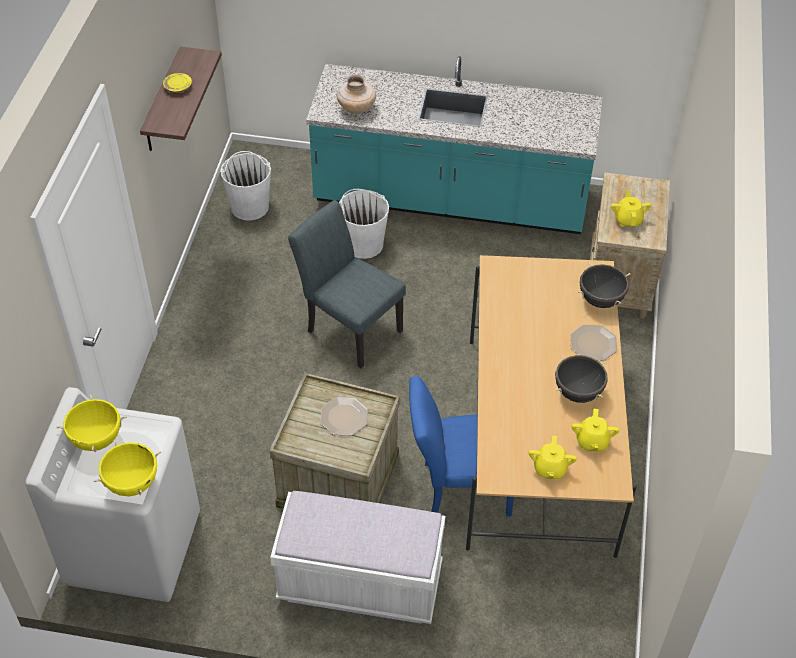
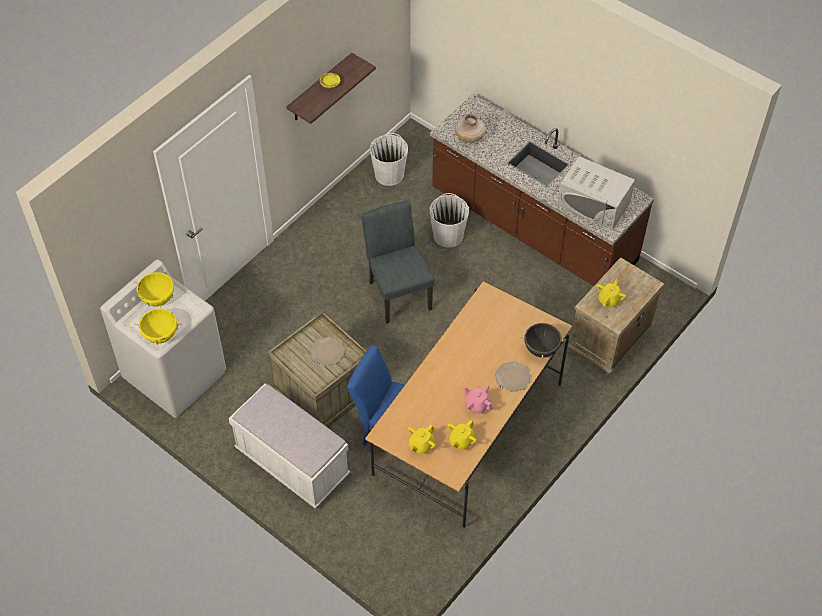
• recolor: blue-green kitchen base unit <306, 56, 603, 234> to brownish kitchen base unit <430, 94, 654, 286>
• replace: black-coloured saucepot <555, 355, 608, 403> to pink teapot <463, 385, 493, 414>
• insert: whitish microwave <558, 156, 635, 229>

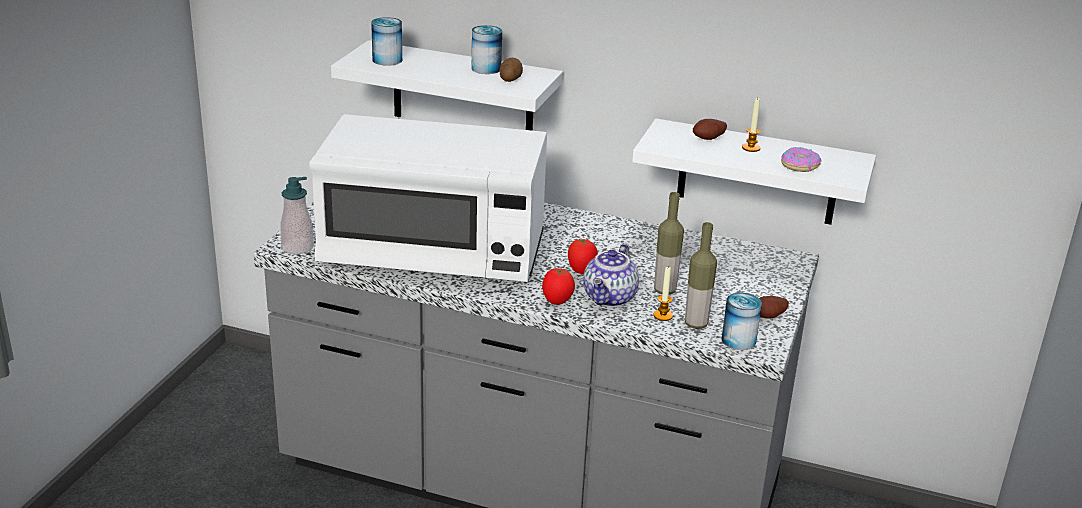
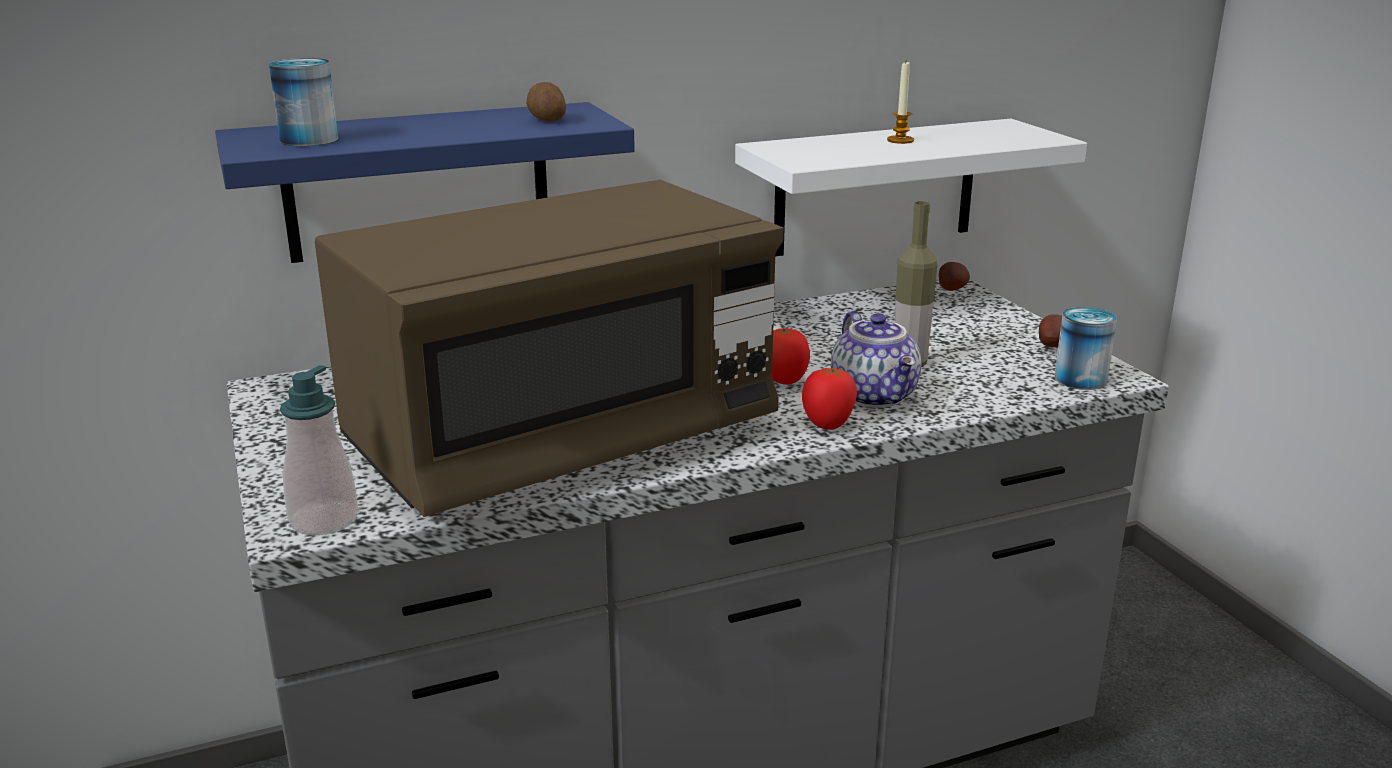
• recolor: whitish microwave <309, 114, 547, 282> to brownish microwave <315, 180, 784, 517>
• recolor: whitish bracket shelf <331, 40, 563, 131> to bluish bracket shelf <215, 102, 635, 263>
• delete: can <472, 25, 502, 74>
• delete: wax light <654, 267, 673, 321>
• delete: bottle <685, 222, 717, 329>
• move: spud <693, 119, 727, 140> to <939, 262, 970, 291>
• delete: ring doughnut <781, 147, 821, 172>

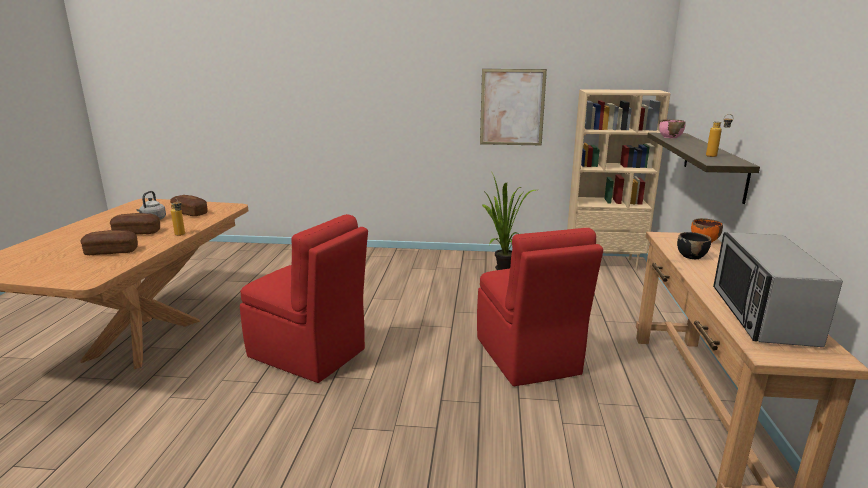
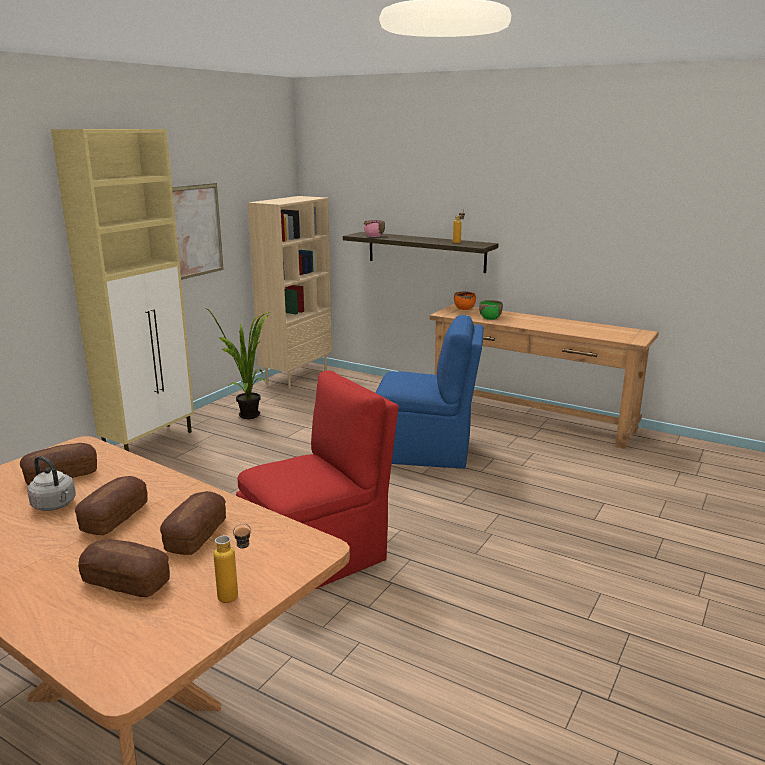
• move: bottle <171, 198, 185, 236> to <213, 523, 251, 603>
• recolor: red upright chair <477, 228, 603, 386> to bluish upright chair <376, 315, 484, 469>
• recolor: black-coloured bowl <677, 232, 711, 259> to green bowl <479, 300, 503, 320>
• delete: microwave <713, 232, 843, 347>
• insert: sand-coloured cupboard <51, 129, 194, 451>
• insert: bakery bread <78, 539, 170, 597>

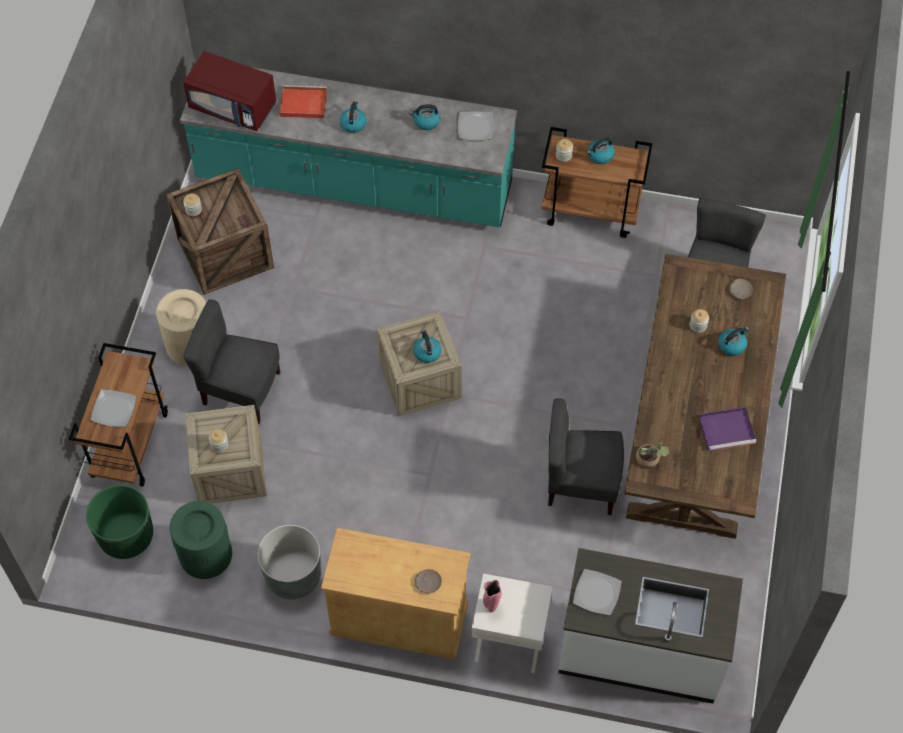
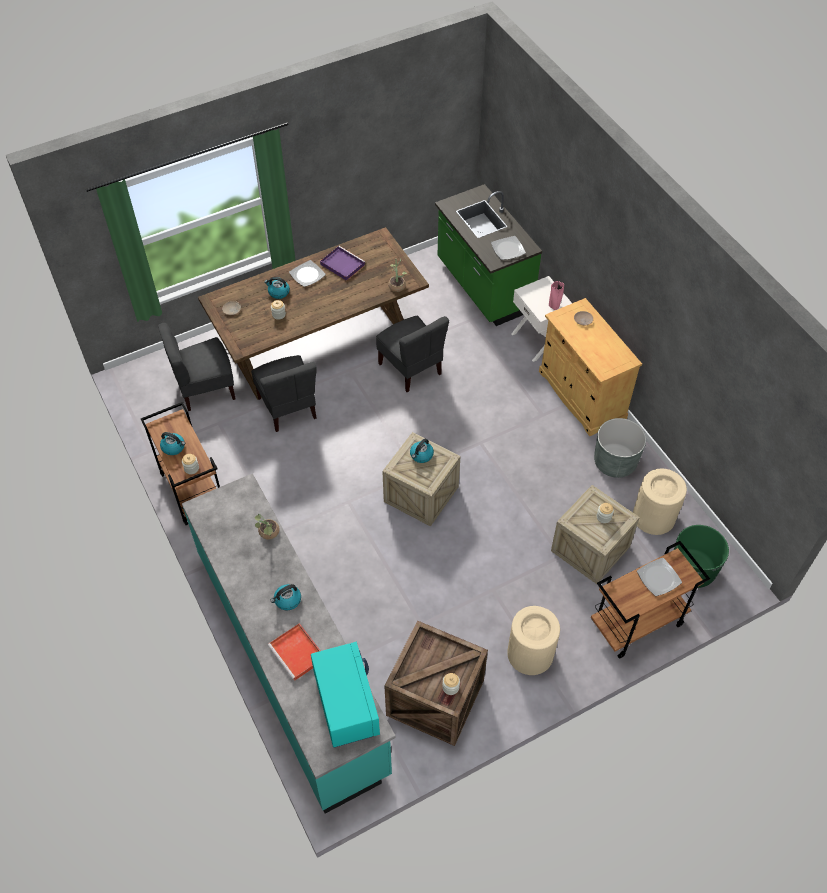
• recolor: green rubbish bin <170, 501, 232, 579> to sand-coloured rubbish bin <633, 469, 687, 535>
• recolor: red microwave <183, 51, 277, 131> to blue-green microwave <311, 642, 380, 748>
• move: grey upright chair <183, 299, 280, 423> to <251, 355, 317, 432>
• delete: tea kettle <409, 104, 441, 130>
• move: plate <458, 112, 495, 141> to <289, 260, 326, 287>
• recolor: whitish kitchen base unit <558, 548, 743, 703> to green kitchen base unit <435, 184, 542, 326>
• insert: plant in a pot <255, 513, 280, 540>

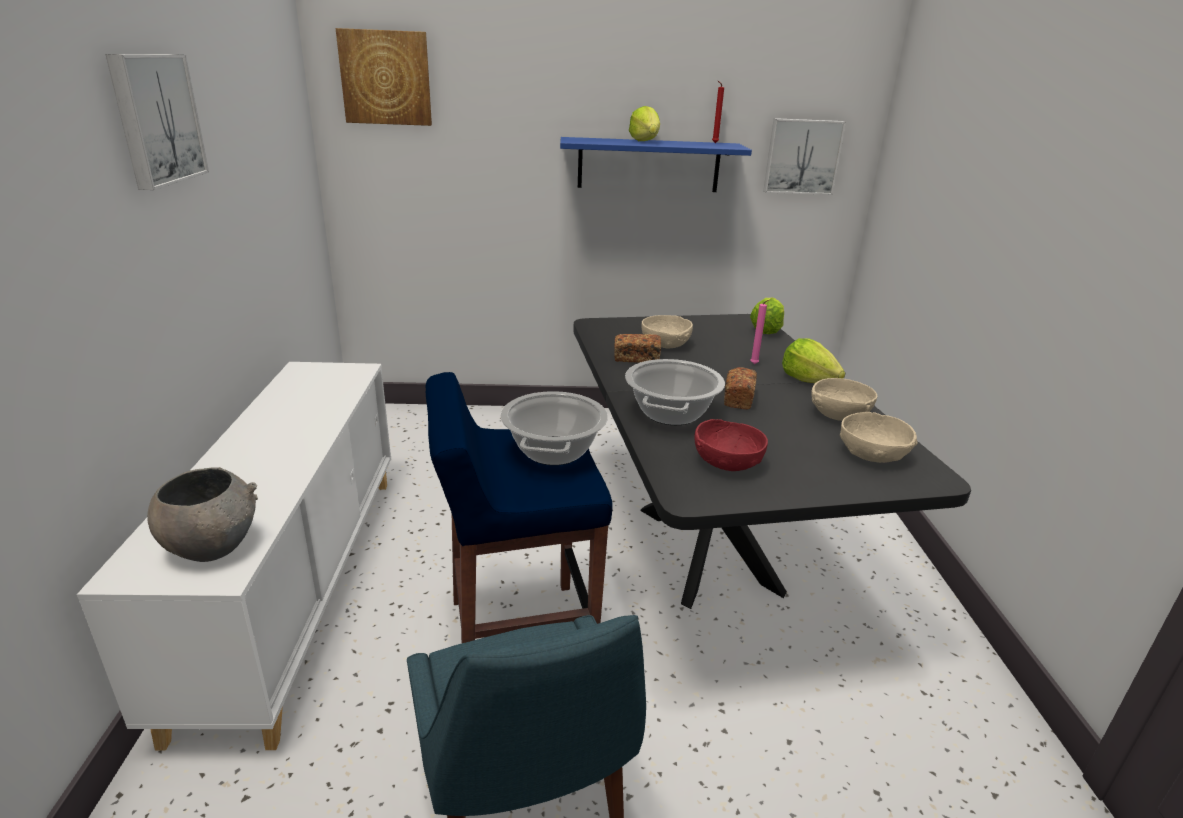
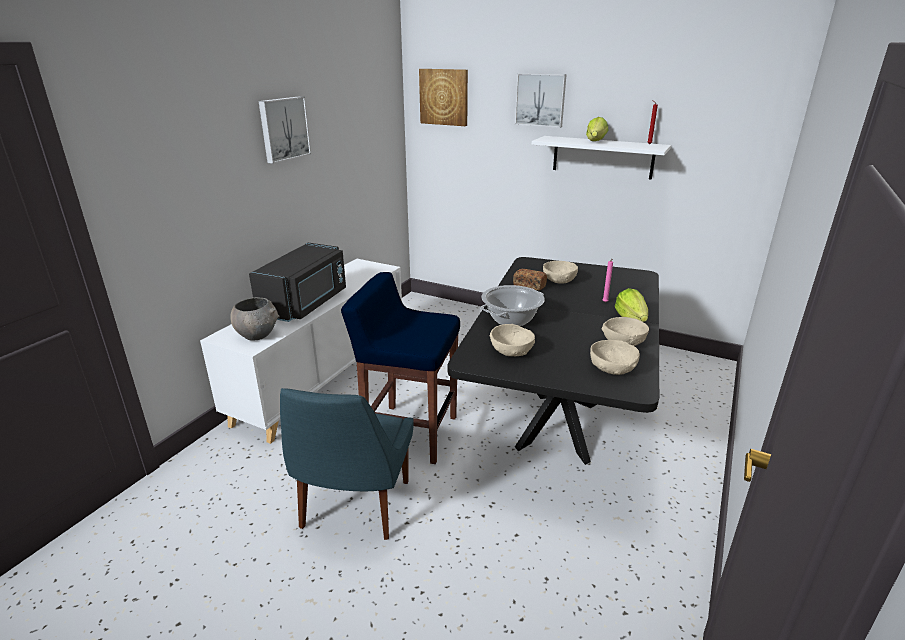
• delete: saucepot <500, 391, 608, 465>
• recolor: bluish bracket shelf <560, 137, 752, 192> to whitish bracket shelf <532, 136, 671, 180>
• recolor: red bowl <694, 419, 768, 471> to sand-coloured bowl <489, 324, 535, 356>
• delete: bakery bread <724, 367, 757, 410>
• delete: lettuce head <750, 298, 784, 334>
• move: wall art <763, 118, 846, 195> to <515, 73, 567, 128>
• insert: black-coloured microwave <249, 243, 346, 322>

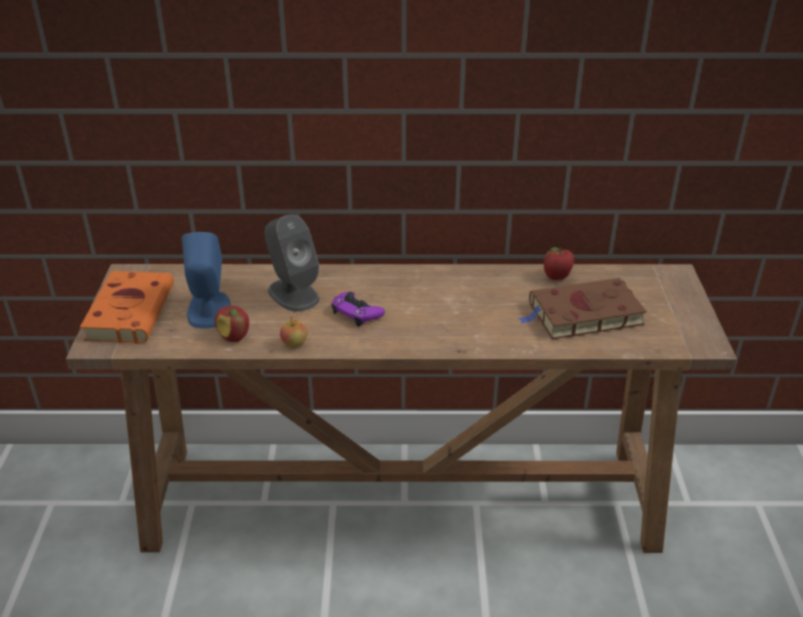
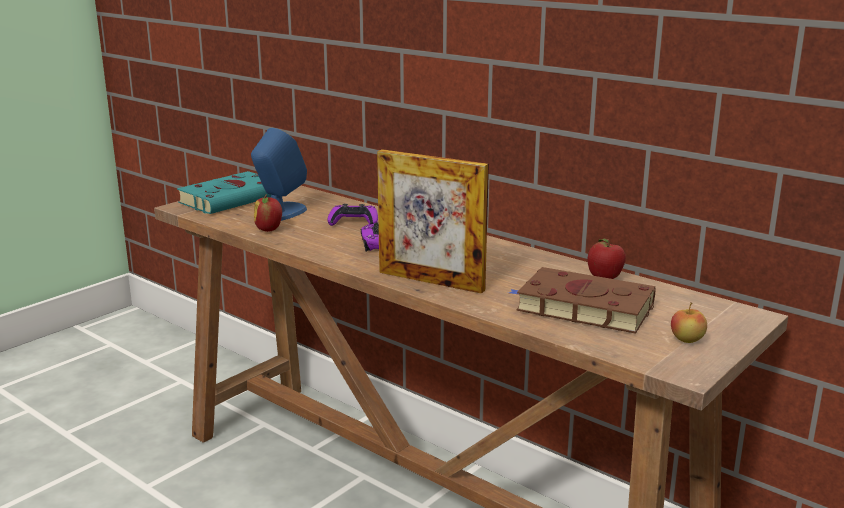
• recolor: orange bound book <80, 271, 174, 343> to blue-green bound book <177, 171, 271, 214>
• replace: grey audio speaker <265, 215, 320, 312> to purple gamepad <328, 204, 378, 226>
• move: whole apple <280, 317, 308, 348> to <671, 302, 707, 343>
• insert: photo frame <377, 149, 489, 294>

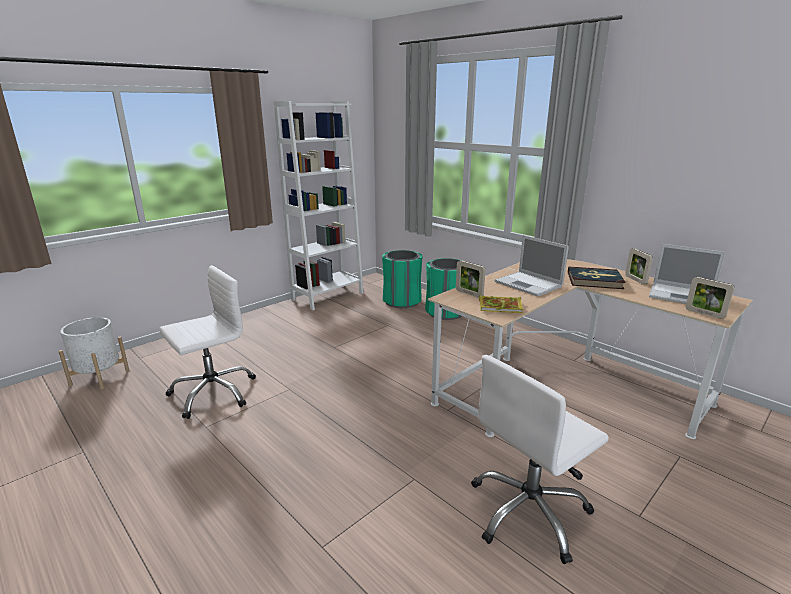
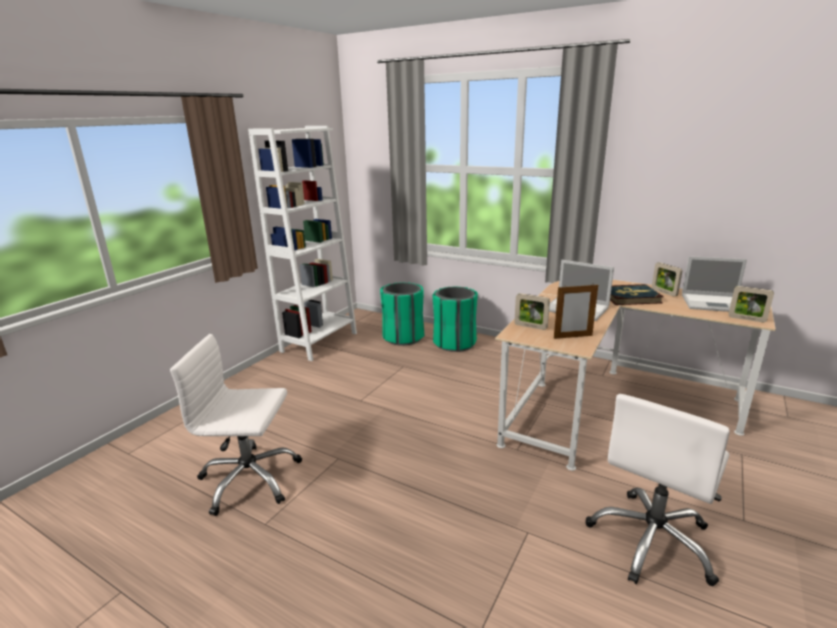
• delete: whitish flower pot <58, 317, 129, 390>
• rotate: whitish desk chair <159, 265, 256, 419> = <170, 334, 302, 516> 120 degrees counterclockwise
• replace: bound book <479, 295, 523, 313> to photo frame <554, 285, 598, 339>

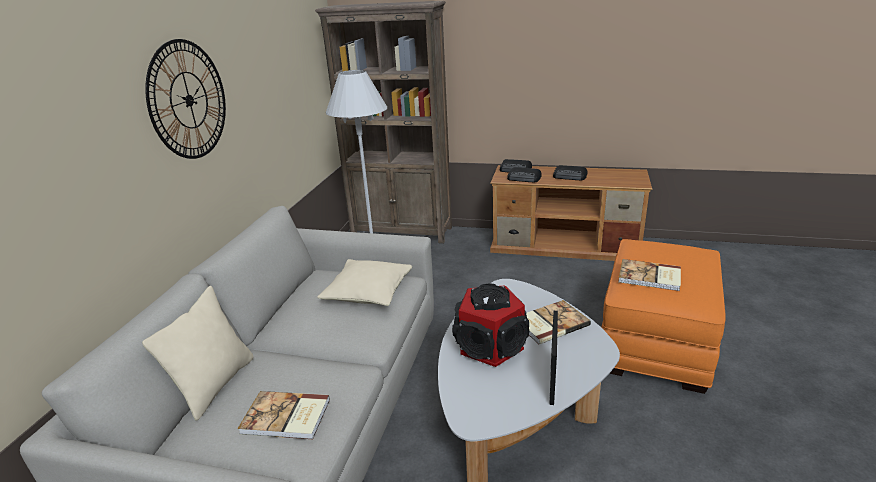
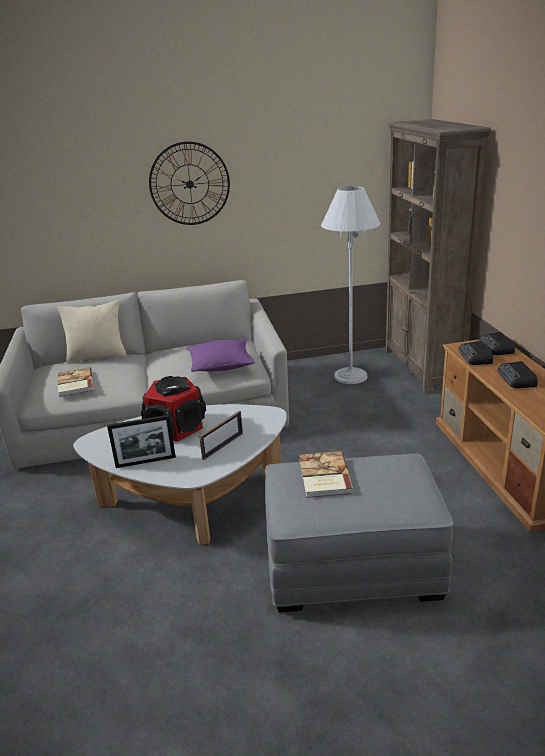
• recolor: sand-coloured throw pillow <317, 259, 412, 306> to purple throw pillow <187, 339, 255, 372>
• replace: bound book <526, 300, 591, 344> to photo frame <199, 411, 243, 460>
• recolor: orange pouffe <601, 239, 726, 394> to grey pouffe <265, 454, 453, 612>

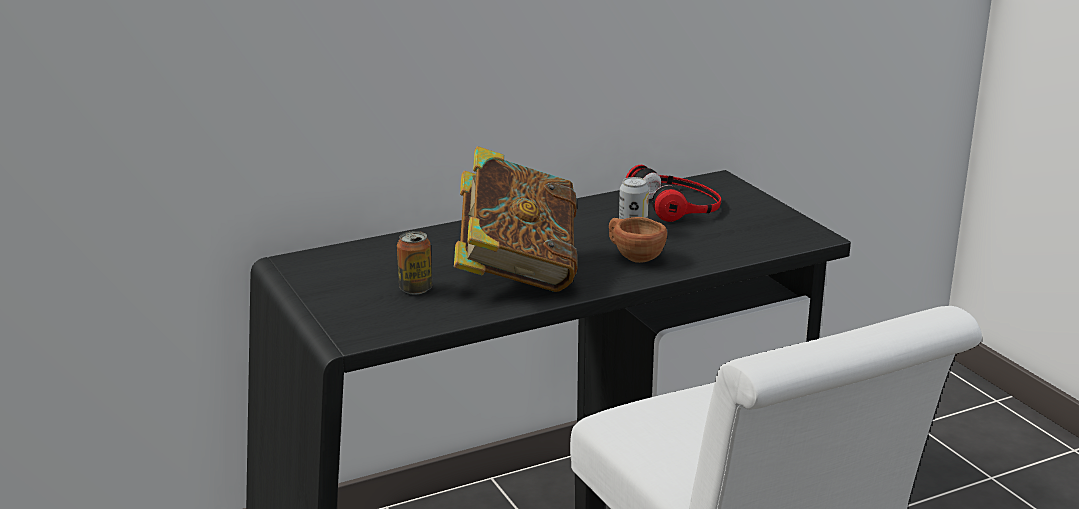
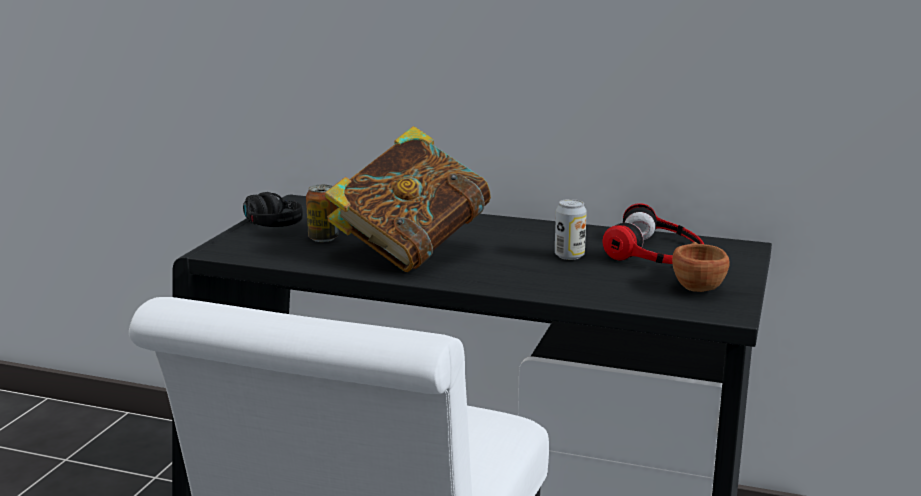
• move: brownish drinking cup <609, 217, 667, 263> to <672, 242, 729, 292>
• insert: black-coloured headphones <243, 192, 303, 227>

